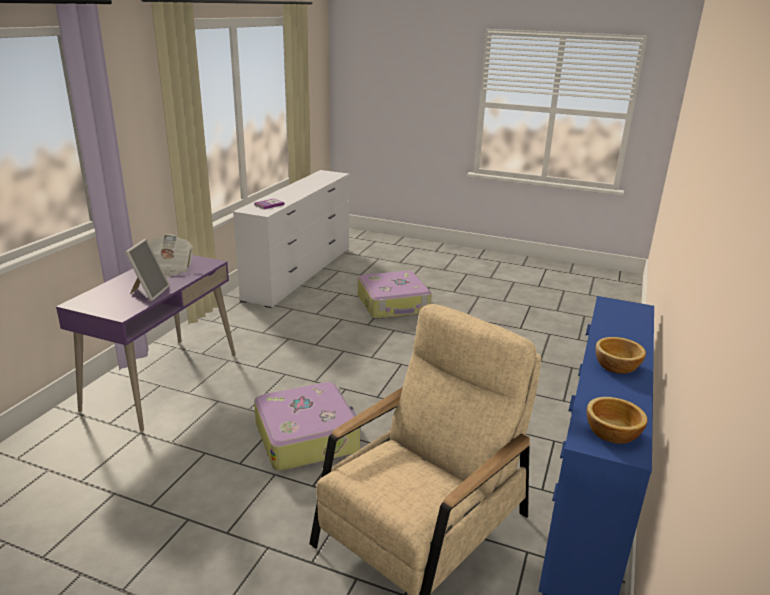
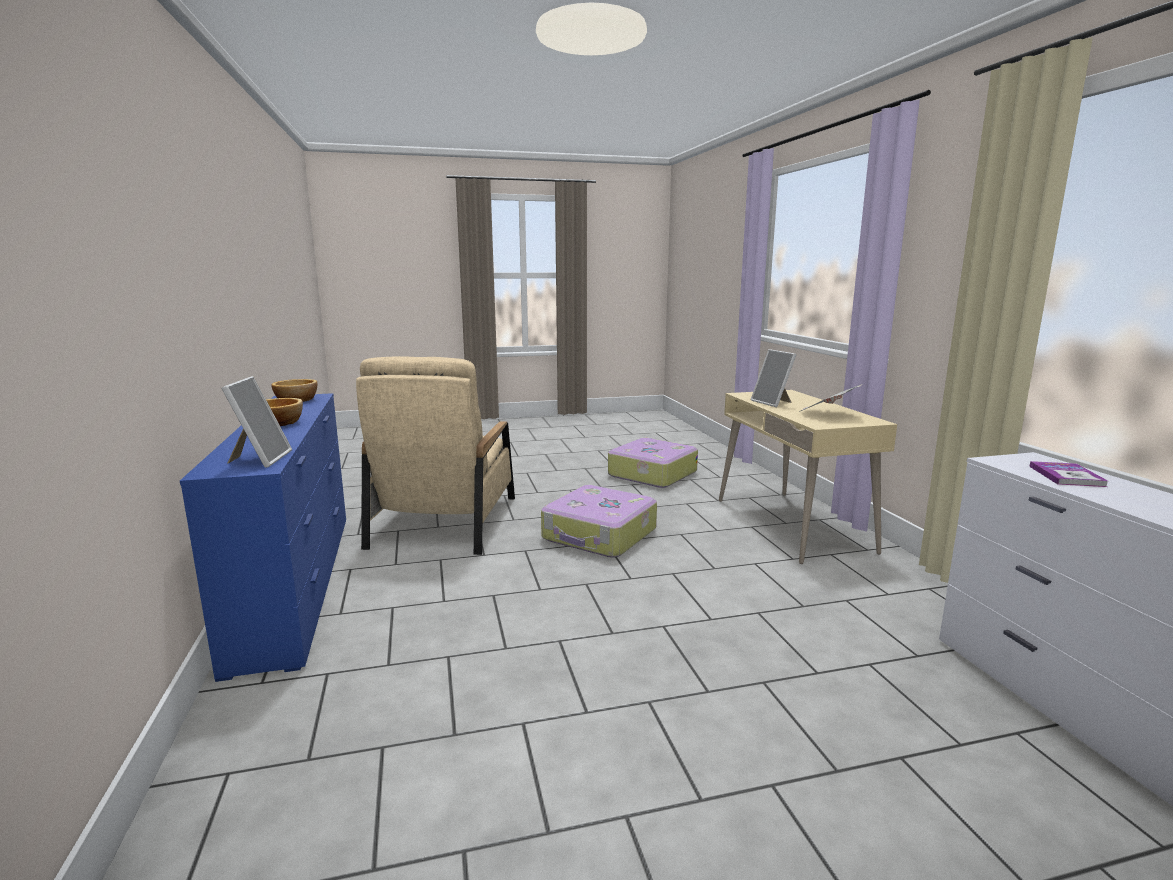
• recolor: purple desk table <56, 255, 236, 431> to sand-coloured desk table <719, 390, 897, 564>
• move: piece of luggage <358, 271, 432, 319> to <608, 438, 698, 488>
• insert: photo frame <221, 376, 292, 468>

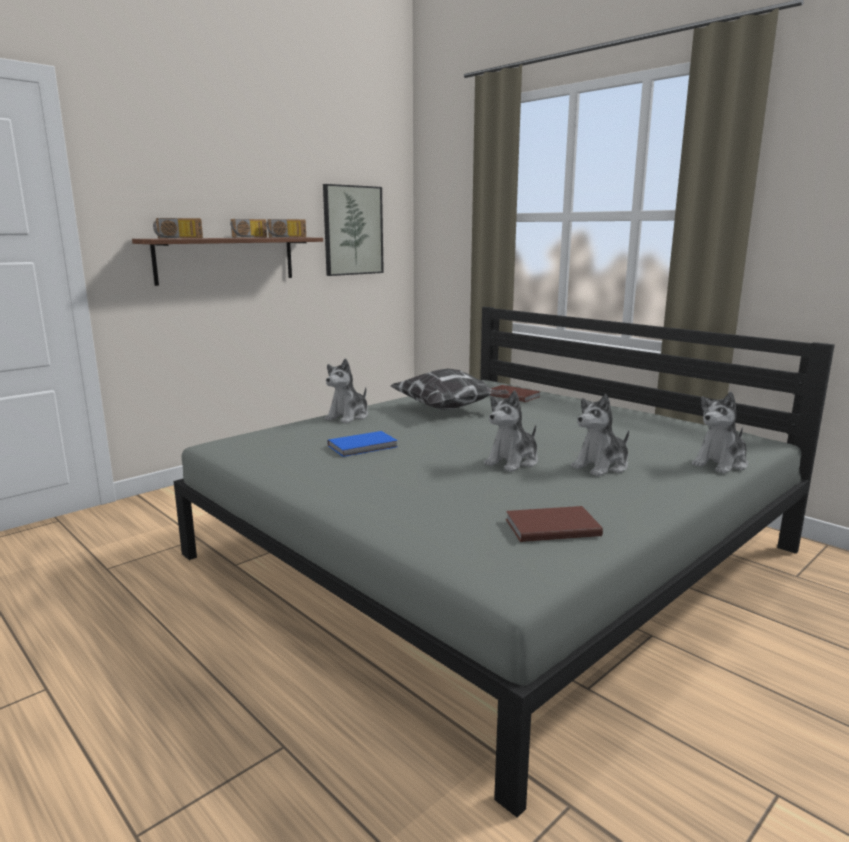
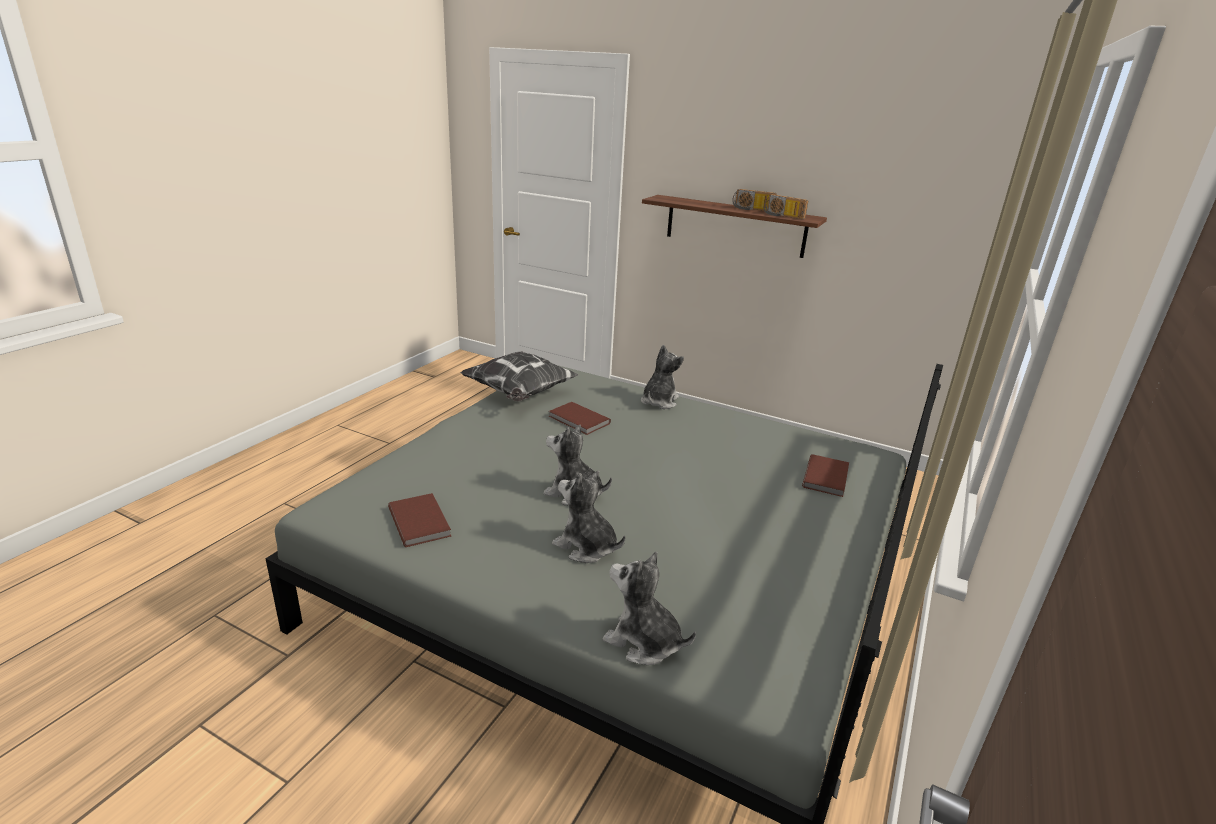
• delete: radio receiver <153, 218, 203, 238>
• delete: wall art <323, 184, 384, 276>
• rotate: soft toy <325, 358, 368, 424> = <641, 345, 684, 409> 105 degrees clockwise
• recolor: bluish bound book <327, 431, 398, 457> to brownish bound book <549, 402, 611, 435>
• move: throw pillow <391, 368, 510, 410> to <460, 351, 578, 401>

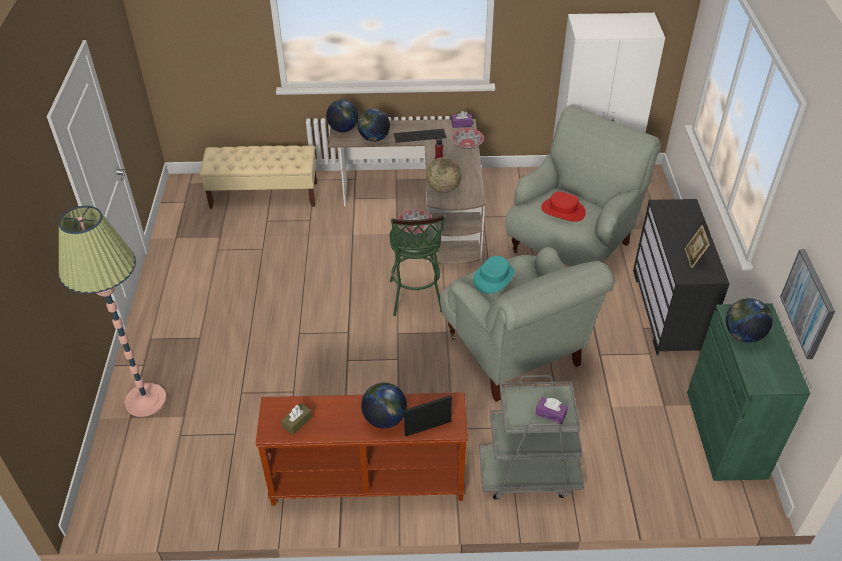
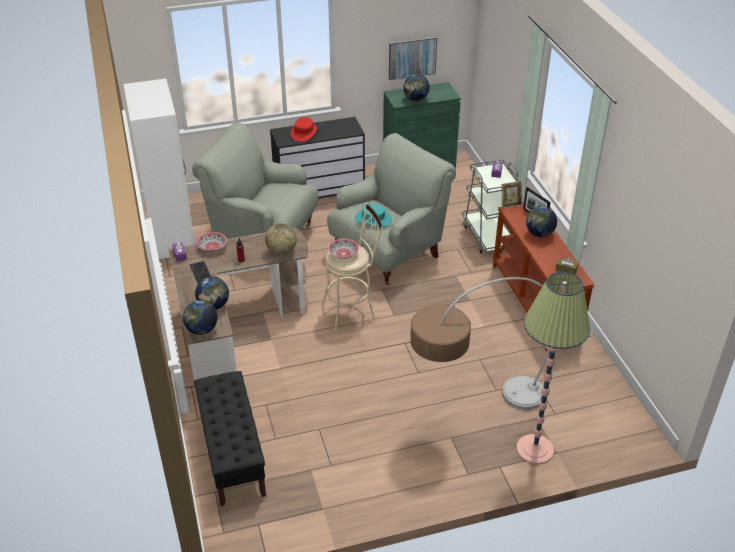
• recolor: sand-coloured long seat <200, 145, 317, 209> to black-coloured long seat <194, 371, 266, 506>
• recolor: green stool seat <390, 215, 445, 316> to sand-coloured stool seat <322, 203, 383, 331>
• move: red hat <541, 192, 586, 222> to <290, 117, 317, 142>
• move: photo frame <685, 225, 710, 268> to <501, 181, 522, 209>
• insert: standard lamp <410, 277, 549, 410>

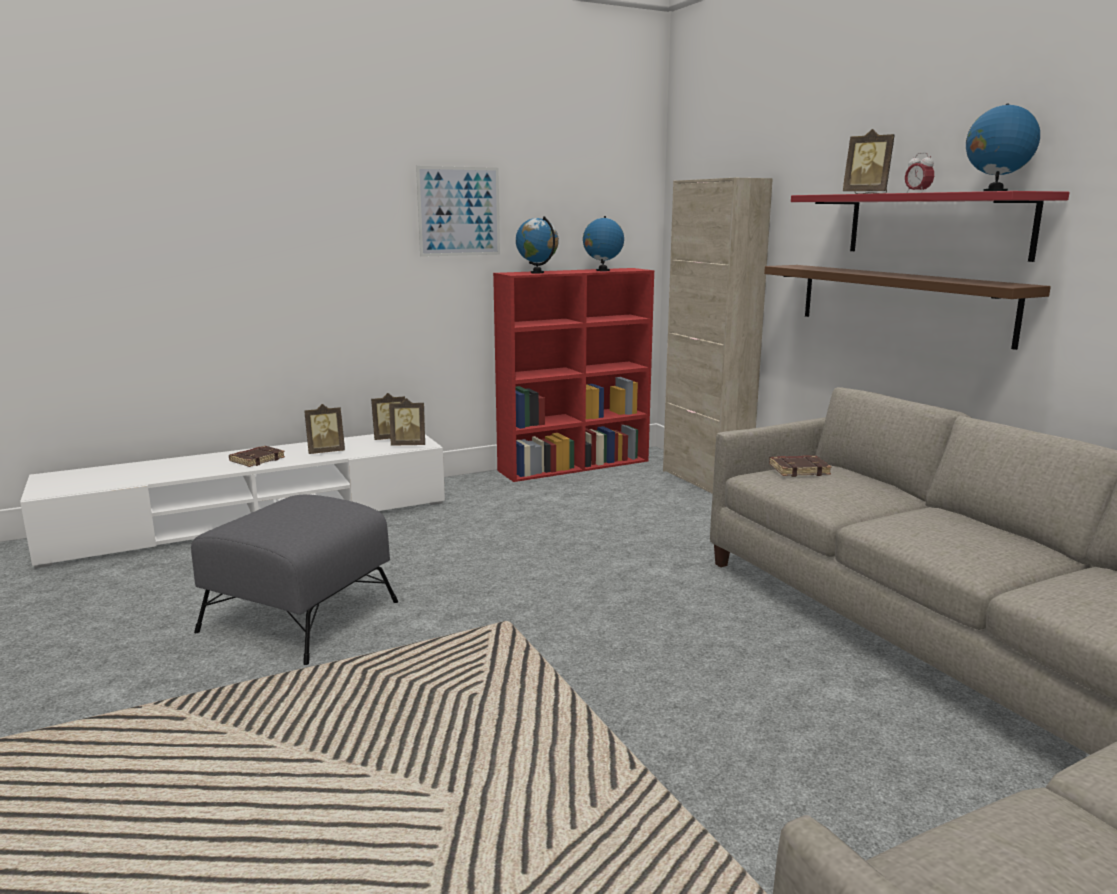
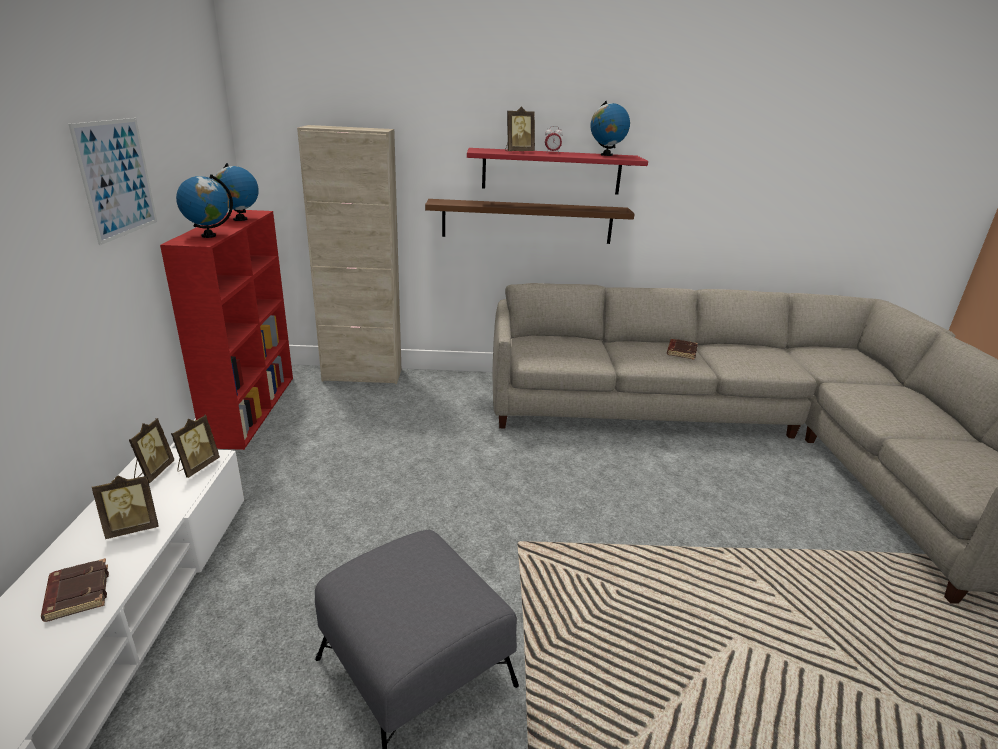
• rotate: photo frame <304, 404, 345, 454> = <92, 475, 159, 539> 60 degrees clockwise
• move: brownish bound book <769, 455, 832, 477> to <667, 339, 698, 360>

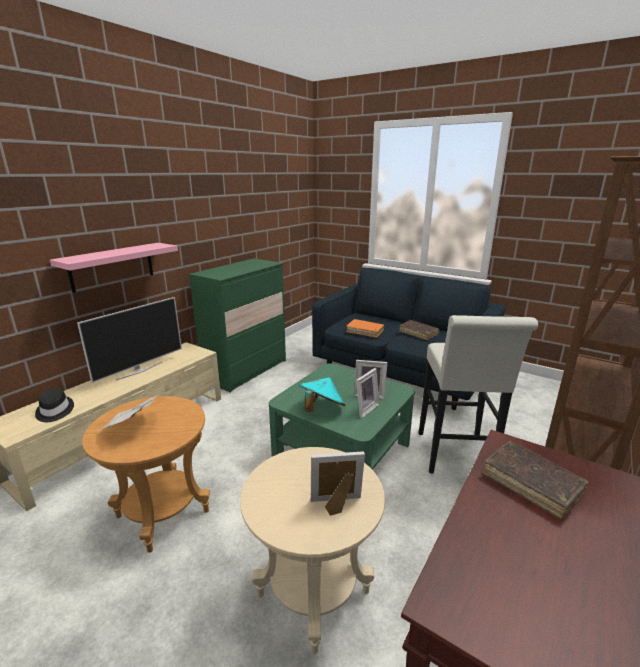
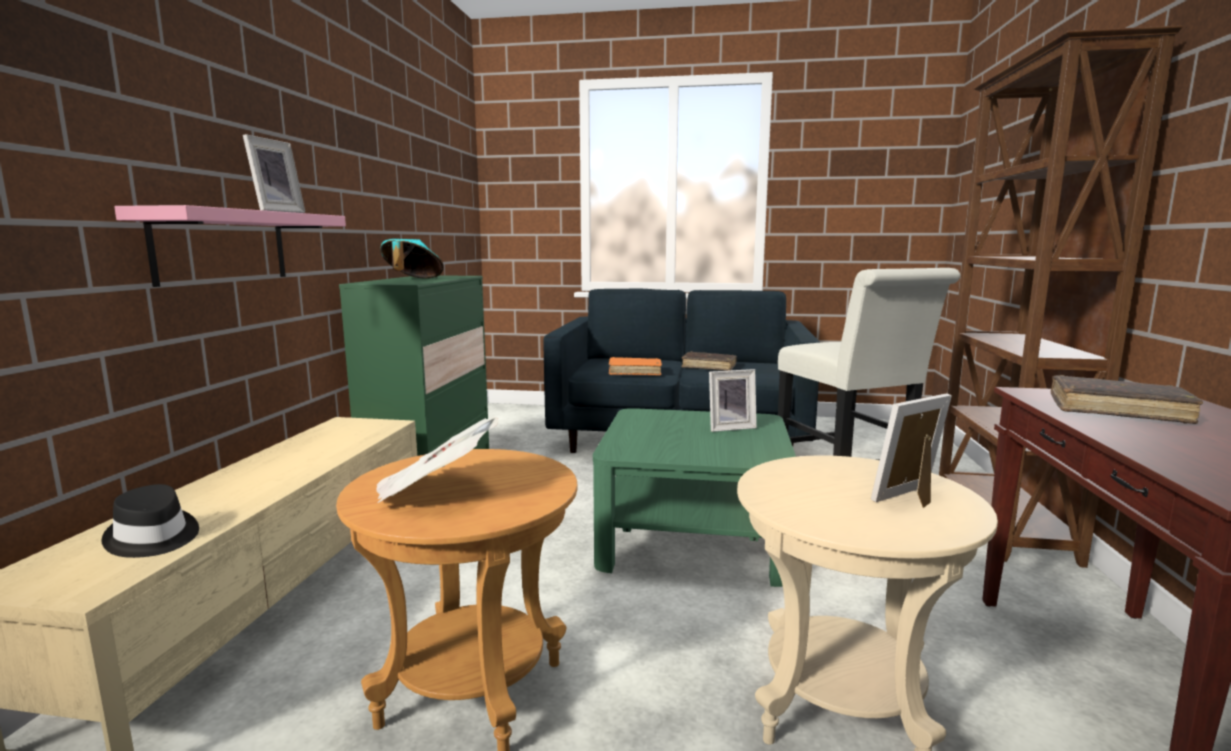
• delete: TV set <77, 297, 182, 383>
• move: blue-green hat <299, 377, 345, 412> to <380, 239, 444, 278>
• move: photo frame <356, 368, 379, 418> to <243, 134, 305, 213>

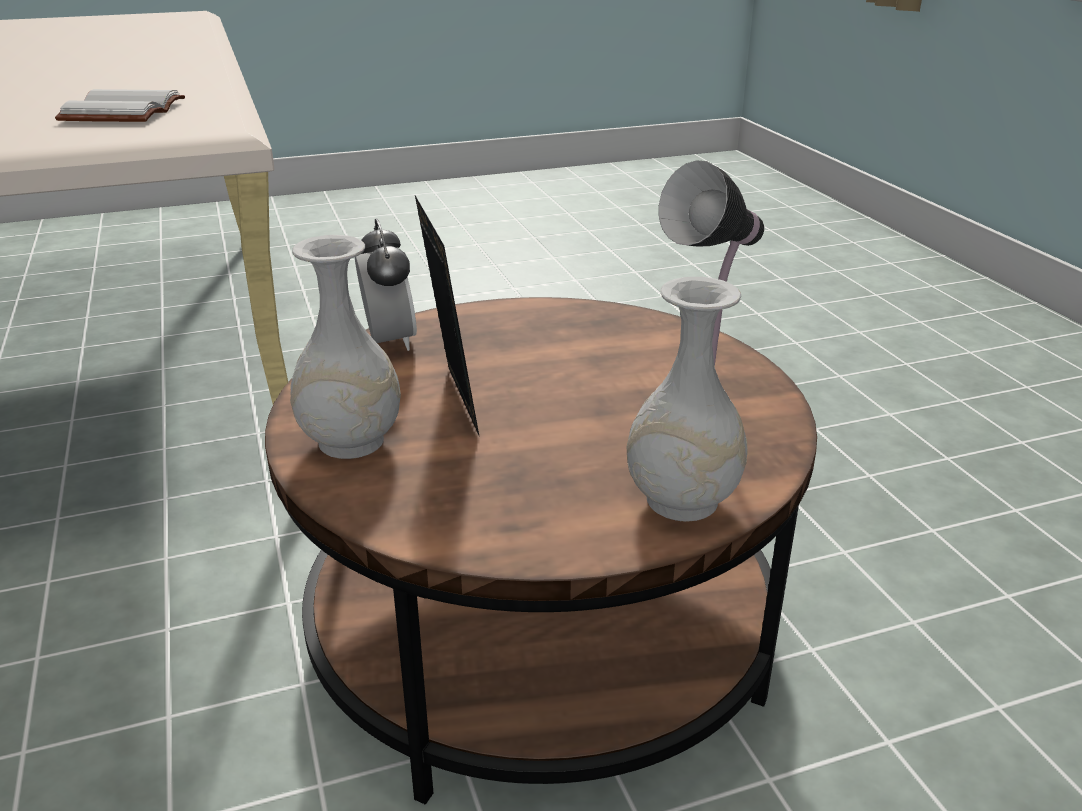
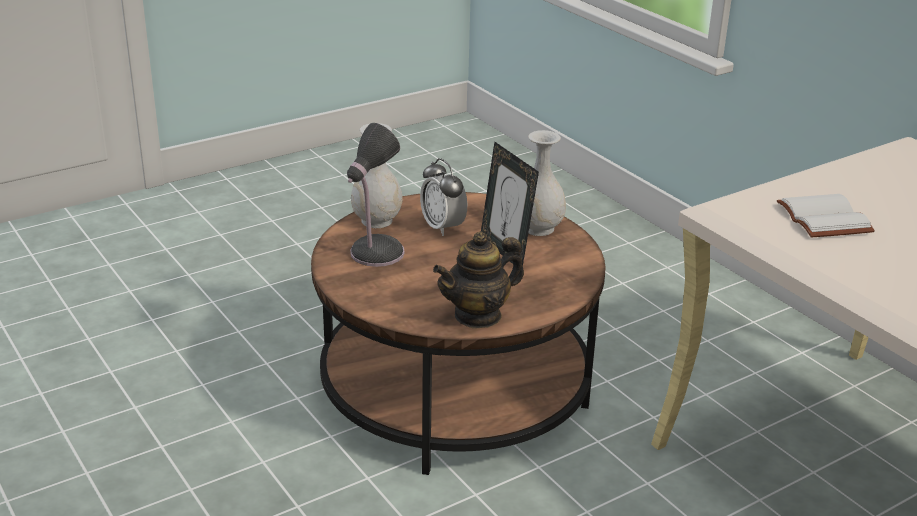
• move: table clock <355, 218, 417, 351> to <420, 158, 467, 236>
• insert: teapot <433, 232, 524, 329>

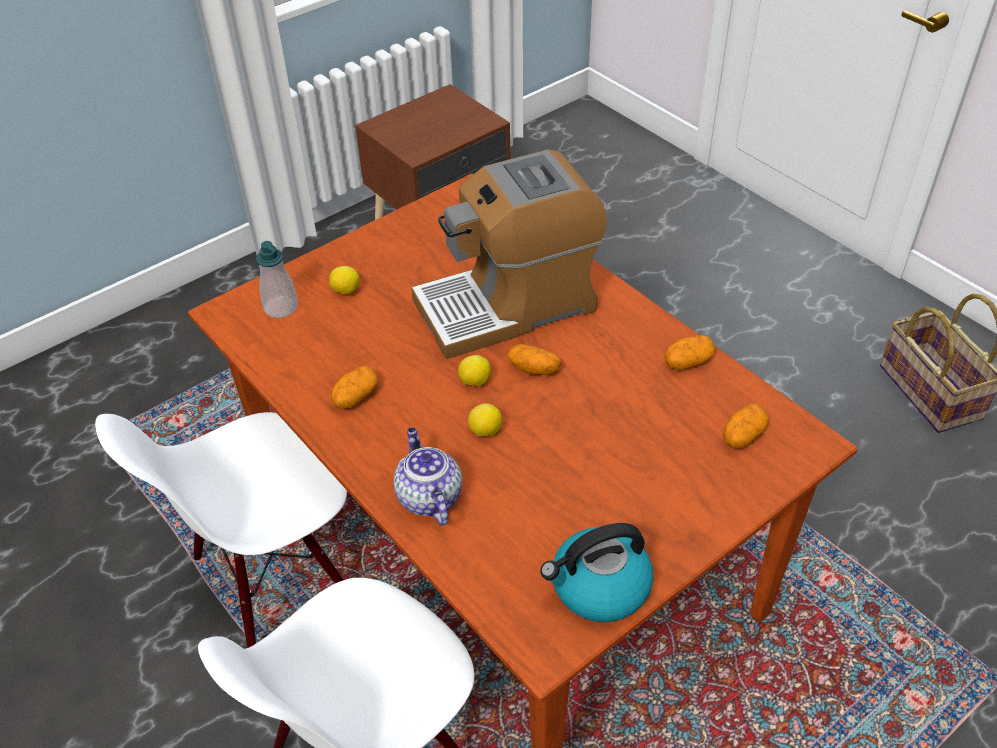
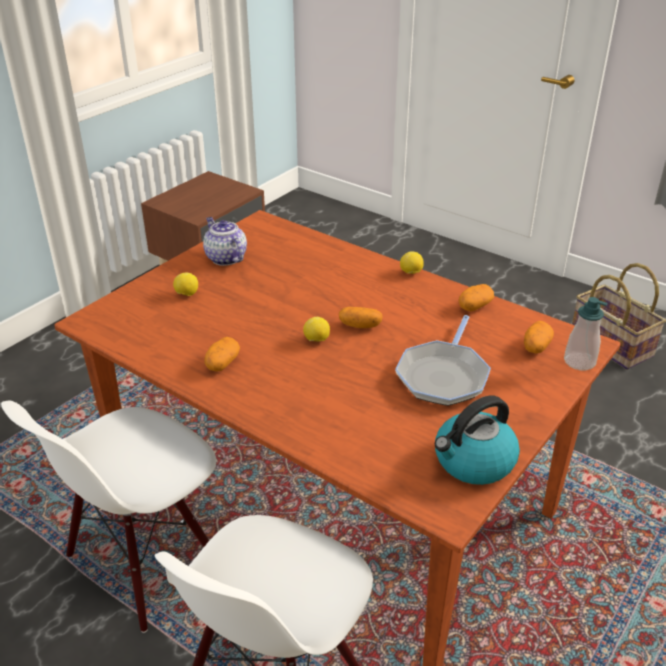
• move: soap bottle <256, 241, 298, 318> to <564, 297, 608, 370>
• move: teapot <393, 427, 462, 526> to <203, 217, 247, 266>
• delete: coffee maker <411, 149, 607, 359>
• move: whole lemon <468, 403, 502, 436> to <400, 251, 424, 274>
• insert: frying pan <395, 315, 491, 406>

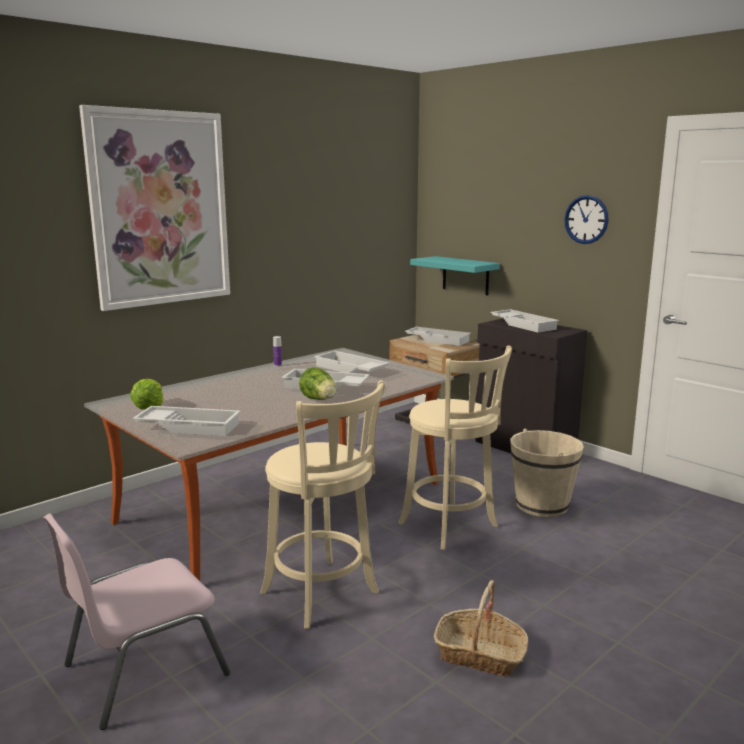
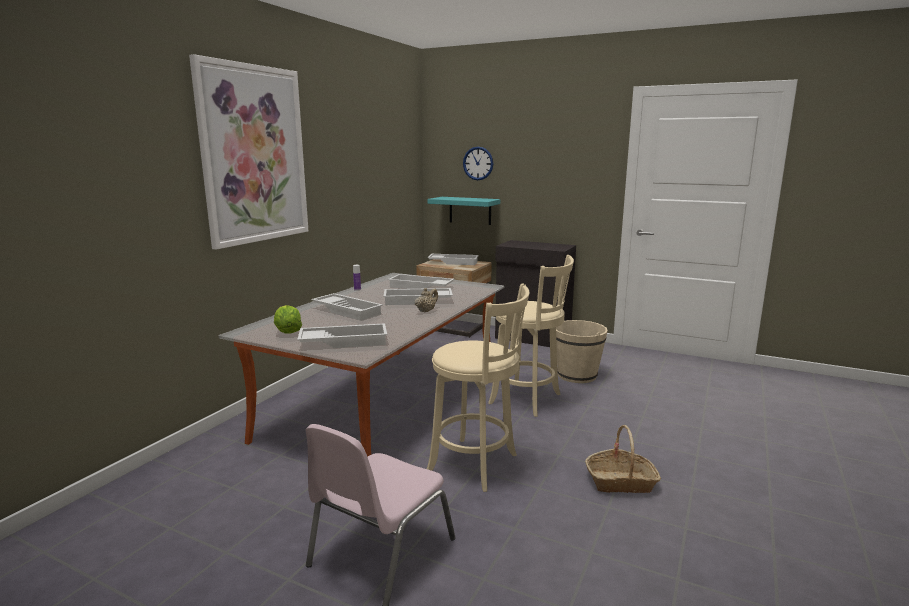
• replace: lettuce head <299, 367, 336, 400> to sand-coloured teapot <415, 288, 438, 313>
• move: whitish carrying tray <490, 309, 559, 333> to <311, 293, 383, 321>
• move: clock on the wall <564, 195, 609, 244> to <463, 147, 493, 181>

